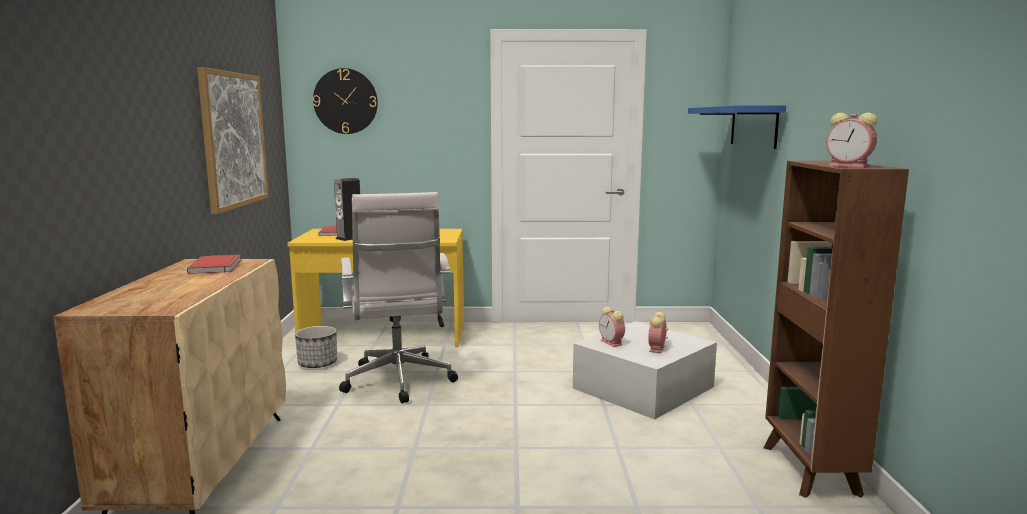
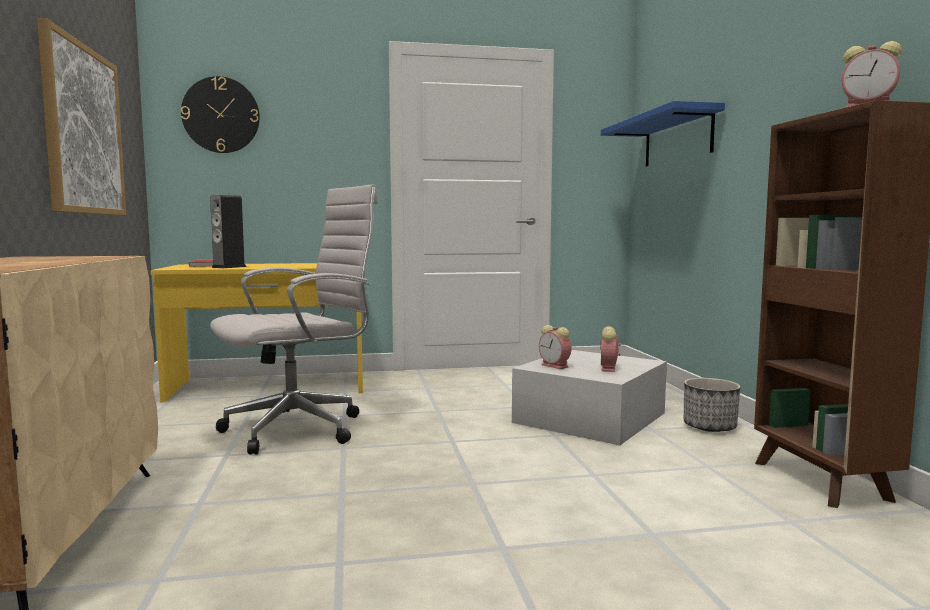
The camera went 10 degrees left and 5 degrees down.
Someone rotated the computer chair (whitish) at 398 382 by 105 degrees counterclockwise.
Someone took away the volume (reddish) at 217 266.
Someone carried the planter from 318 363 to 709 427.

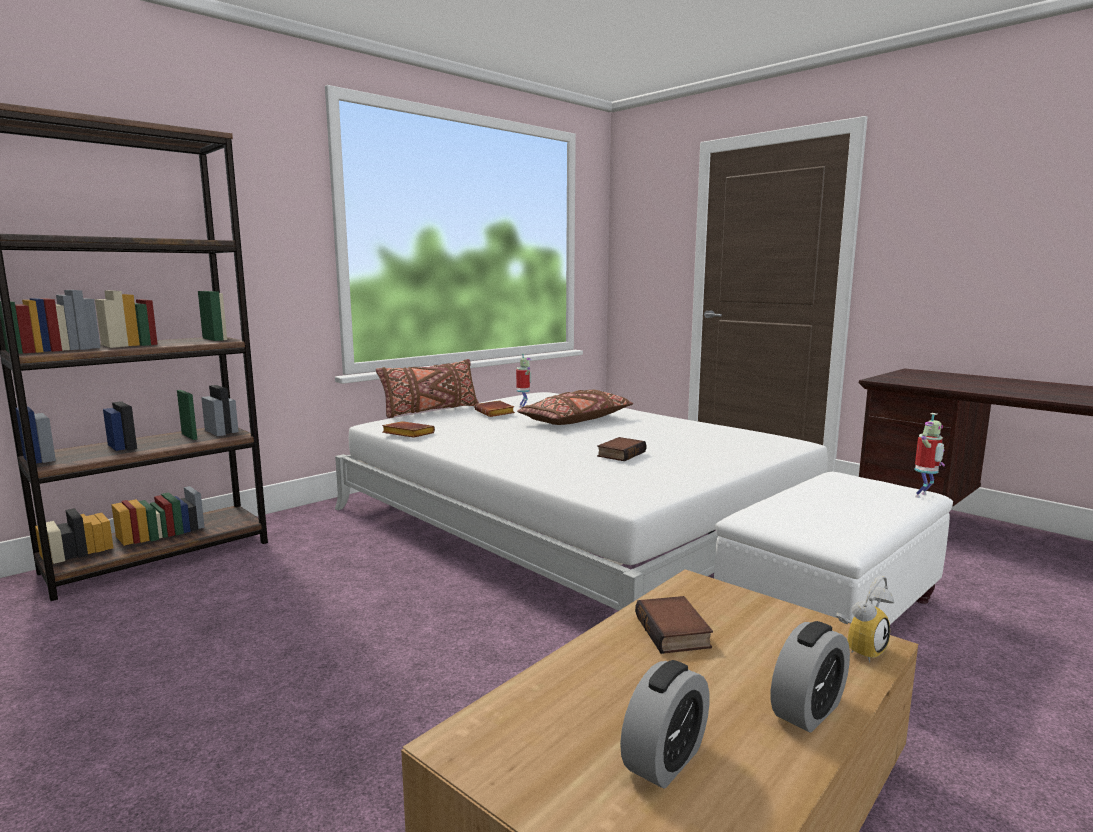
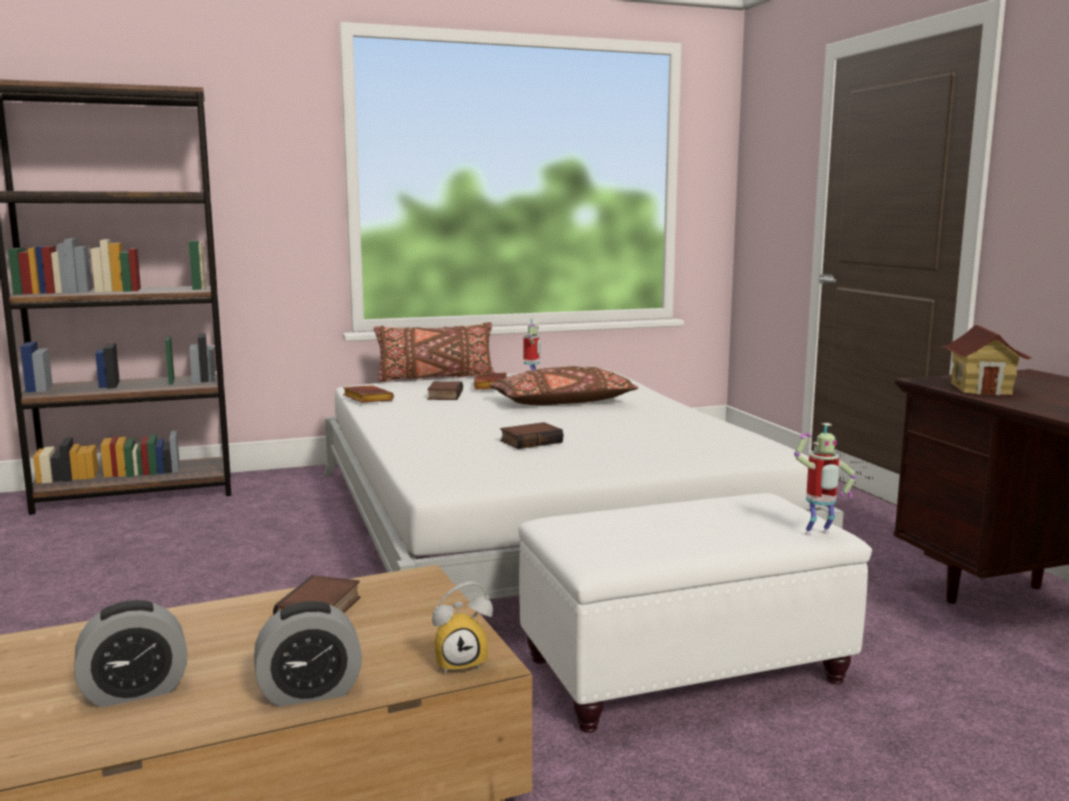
The camera went 25 degrees right and 0 degrees up.
Someone put down the model house at 981 389.
Someone put down the volume at 444 395.

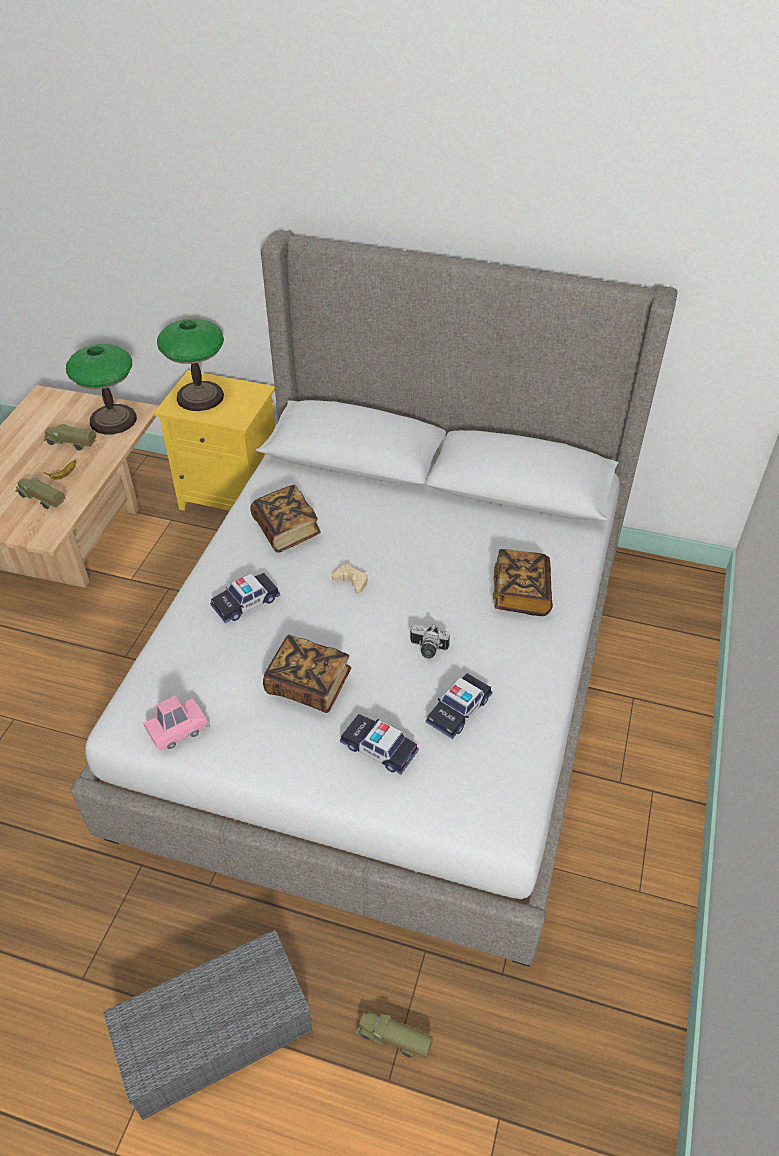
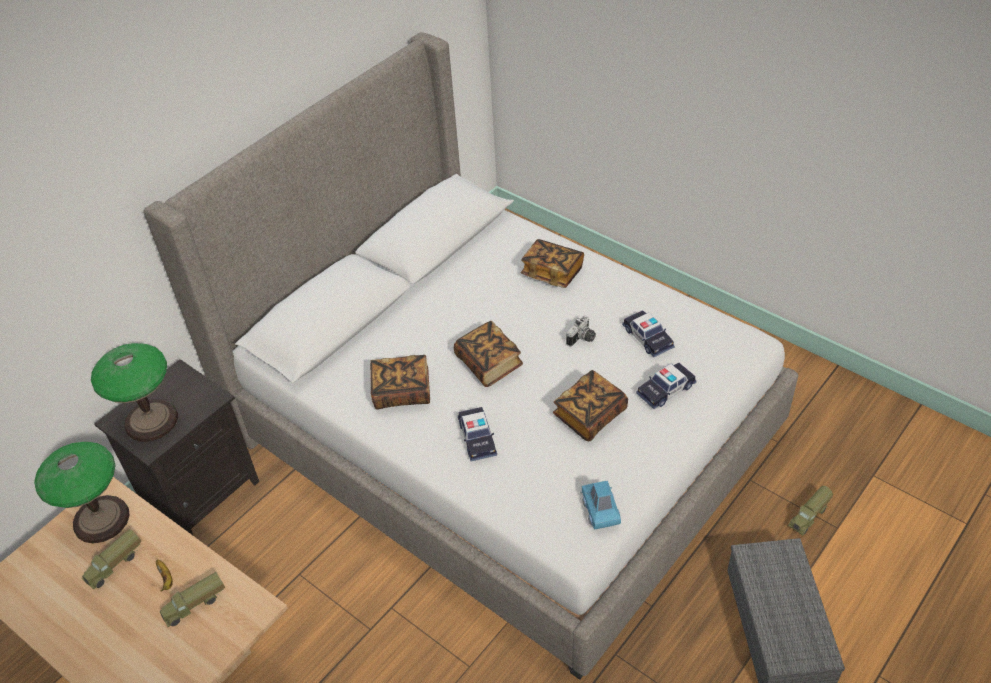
The camera went 65 degrees left and 0 degrees up.
Someone repainted the bedside table (yellow) at 233 496, which became the bedside table (black) at 201 491.
Someone swapped the gamepad (beige-coloured) at 351 581 for the volume at 489 364.
Someone repainted the miniature car (pinkish) at 178 729, which became the miniature car (bluish) at 600 509.

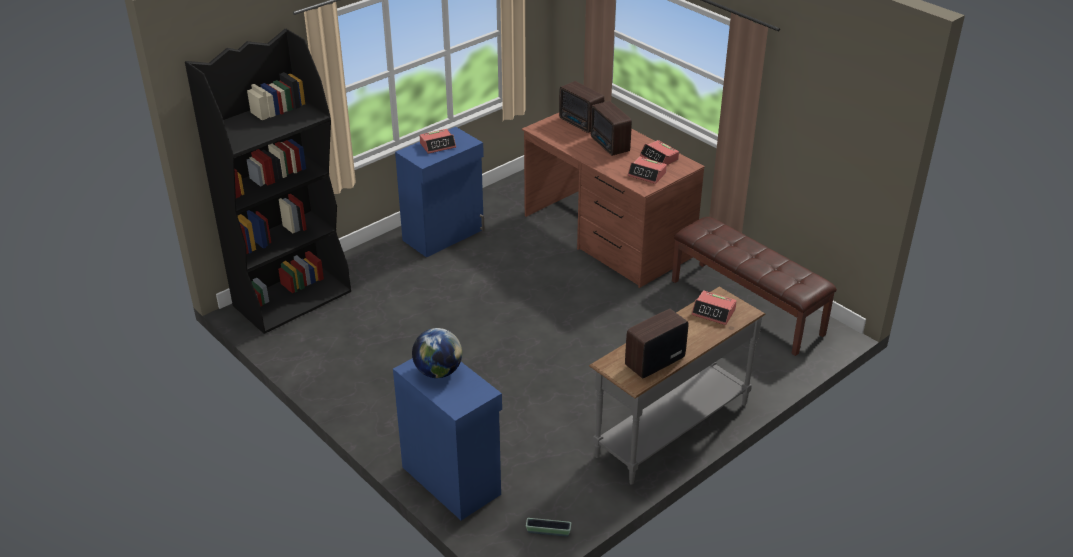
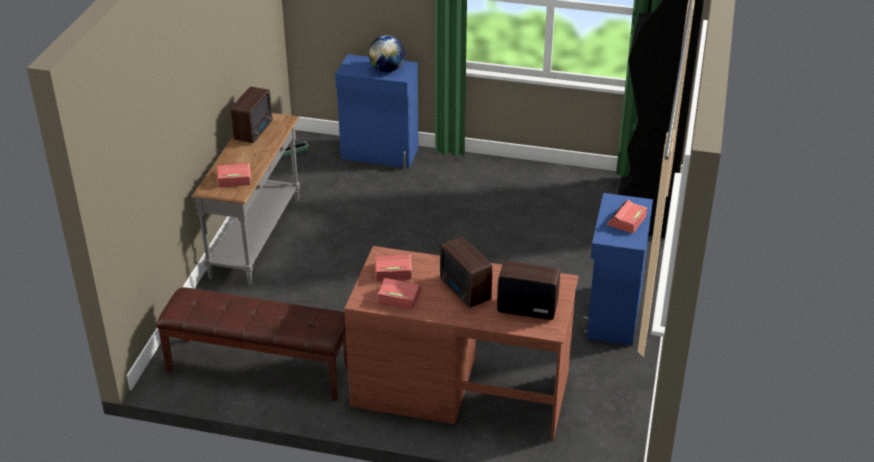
The camera went 145 degrees right and 0 degrees up.
Someone rotated the radio at 609 145 by 150 degrees counterclockwise.

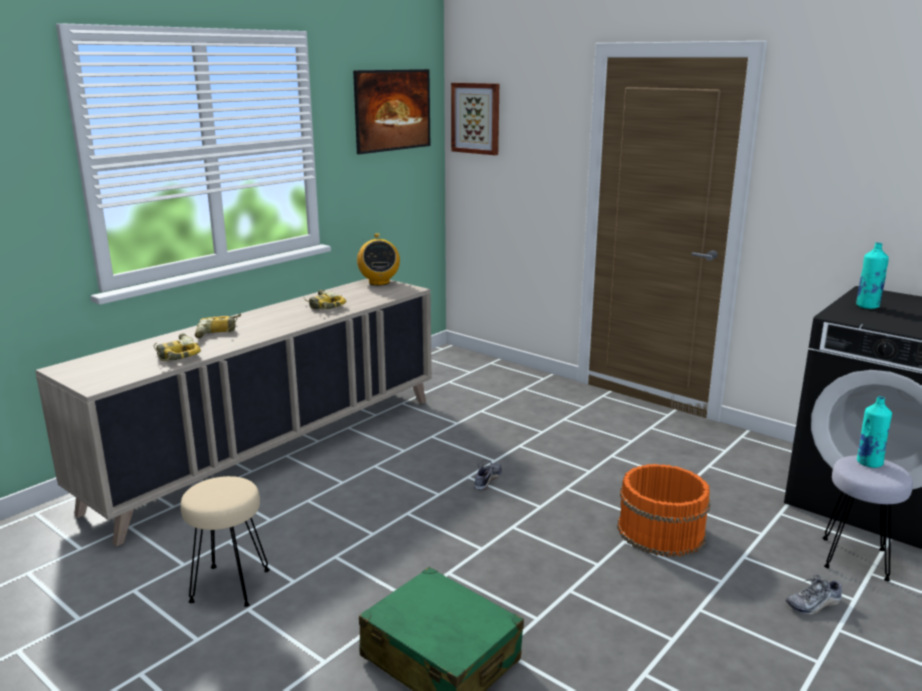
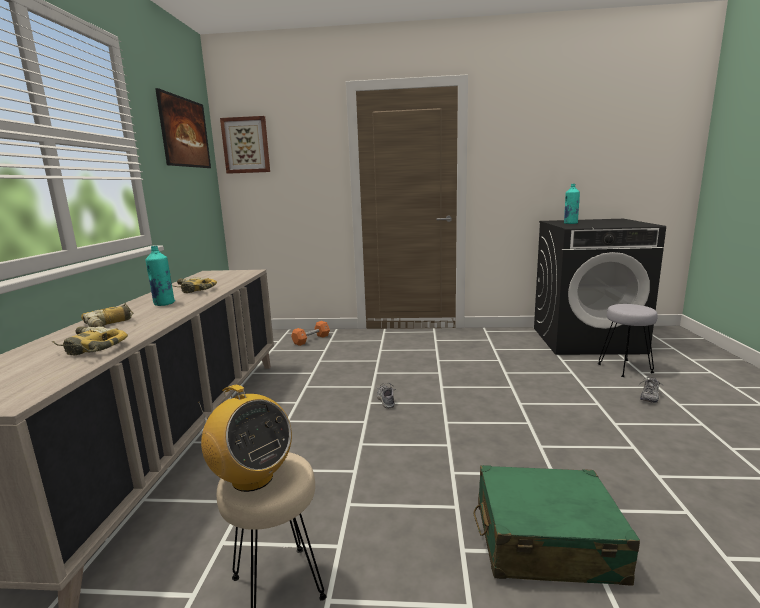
The camera went 35 degrees left and 5 degrees down.
Someone carried the radio from 379 282 to 252 478.
Someone carried the drink bottle (turquoise) from 869 463 to 164 304.
Someone took away the bucket (orangey) at 660 532.
Someone put down the dumbbell (orangey) at 311 339.

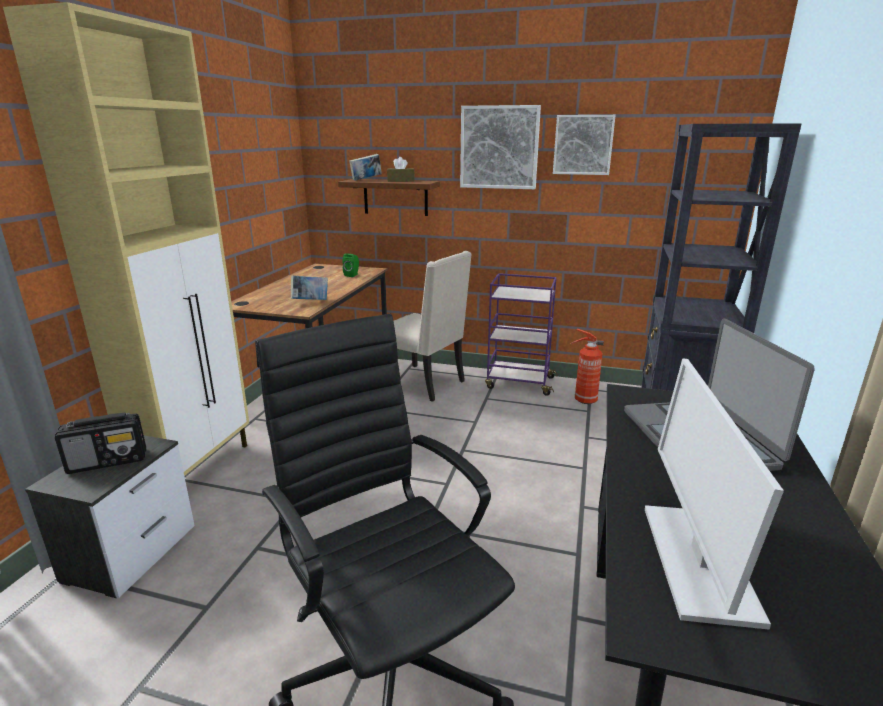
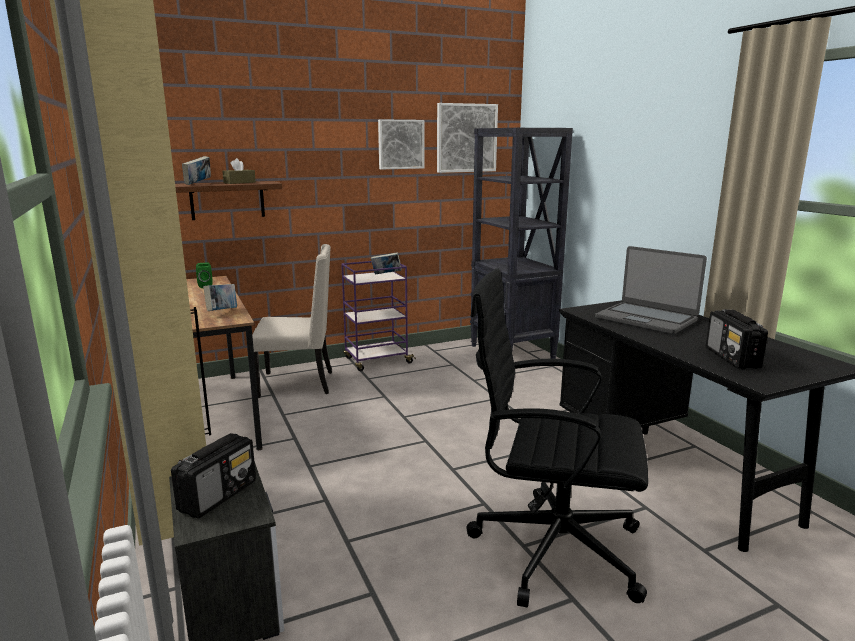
The camera went 40 degrees left and 5 degrees down.
Someone carried the wall picture from 499 147 to 466 138.
Someone took away the fire-fighting cylinder at 584 400.
Someone swapped the computer display at 696 560 for the radio at 732 358.
Someone put down the volume at 386 274.

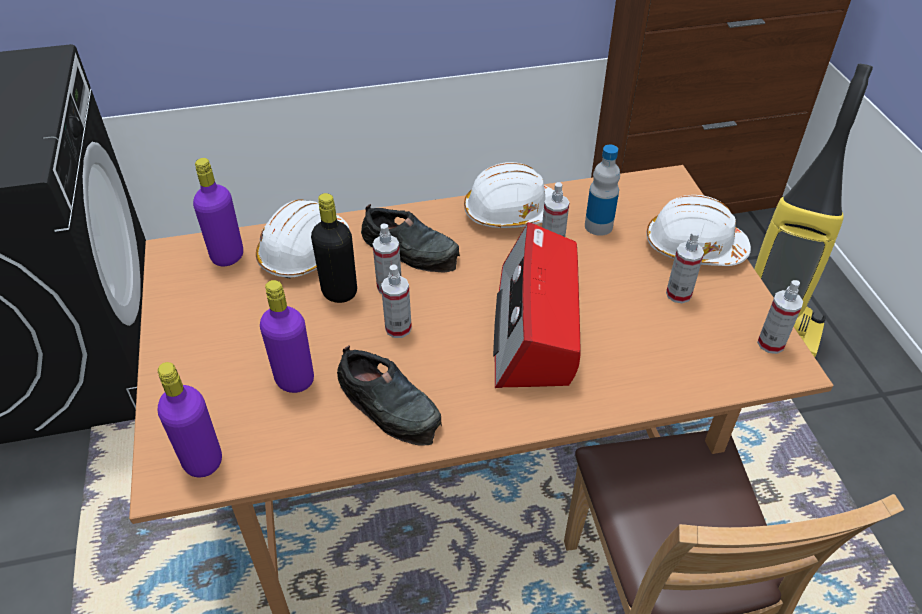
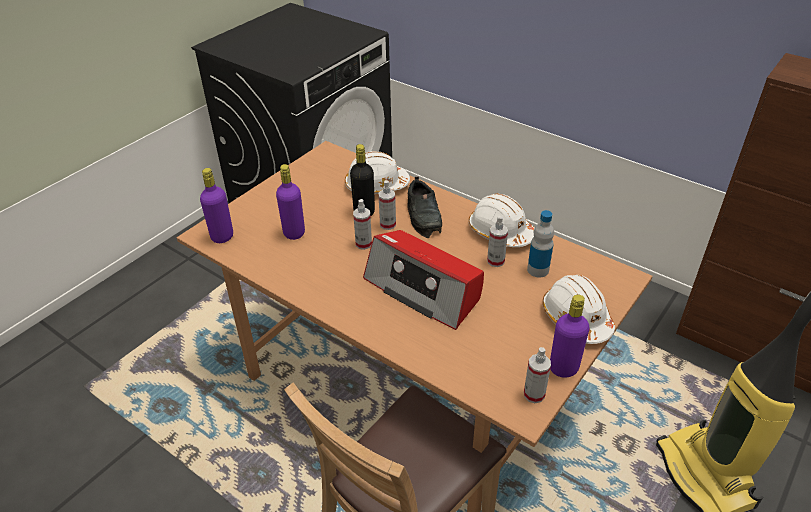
The camera went 50 degrees right and 5 degrees down.
Someone carried the drink bottle (purplish) from 227 256 to 563 368.
Someone rotated the radio at 536 326 by 105 degrees counterclockwise.
Someone took away the sprayer at 678 294.
Someone took away the item of footwear (black) at 390 404.

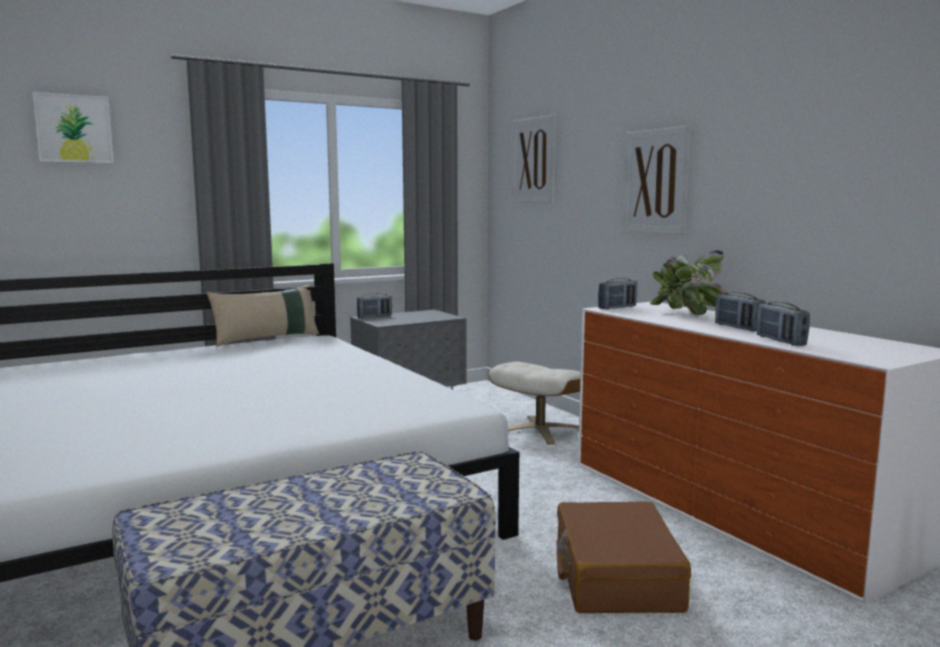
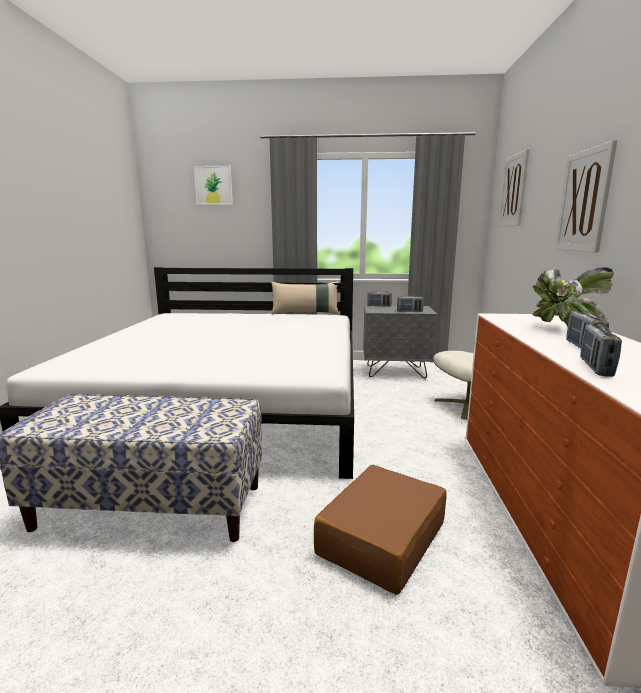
The camera went 35 degrees right and 5 degrees up.
Someone carried the radio from 617 307 to 409 311.

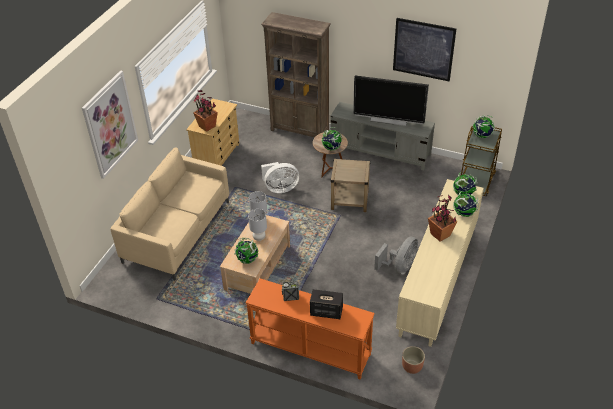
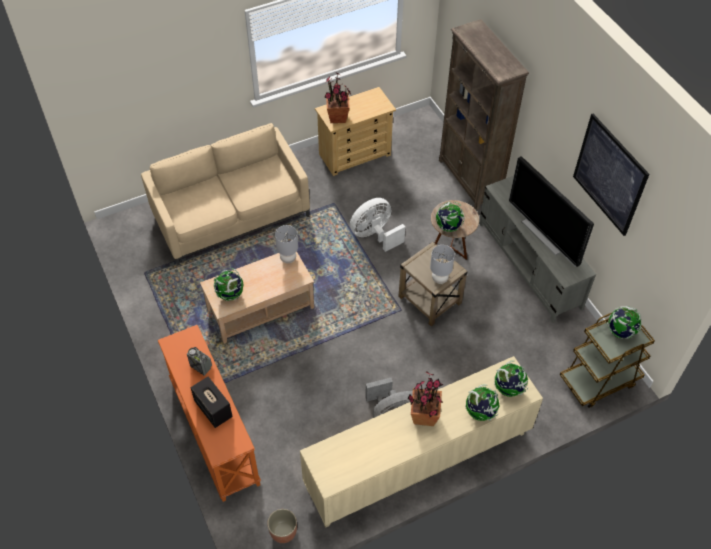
The camera went 40 degrees right and 10 degrees up.
Someone took away the wall picture at 110 124.
Someone rotated the electric fan (whitish) at 280 188 by 120 degrees clockwise.
Someone carried the table lamp (greyish) from 259 238 to 439 279.

